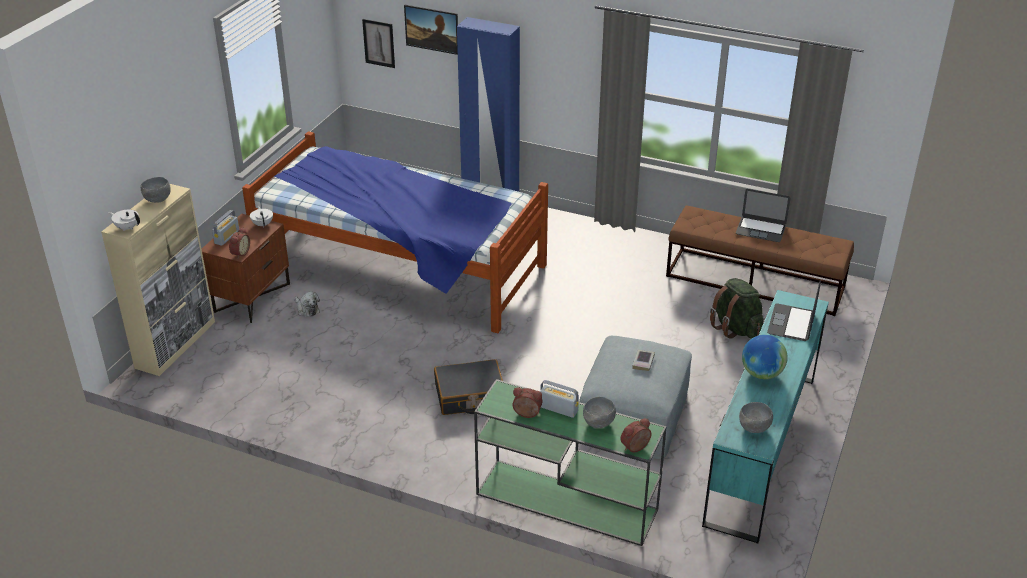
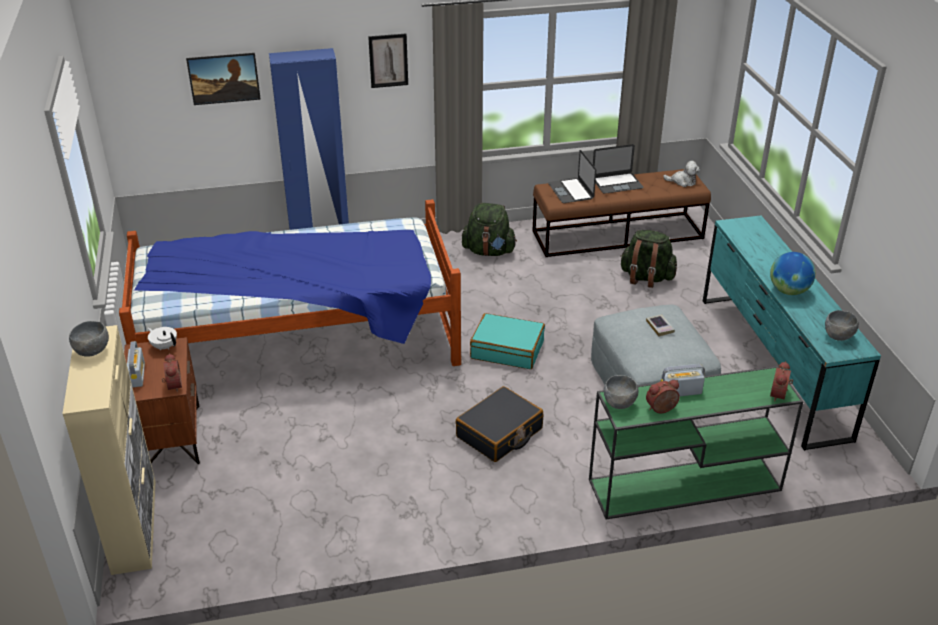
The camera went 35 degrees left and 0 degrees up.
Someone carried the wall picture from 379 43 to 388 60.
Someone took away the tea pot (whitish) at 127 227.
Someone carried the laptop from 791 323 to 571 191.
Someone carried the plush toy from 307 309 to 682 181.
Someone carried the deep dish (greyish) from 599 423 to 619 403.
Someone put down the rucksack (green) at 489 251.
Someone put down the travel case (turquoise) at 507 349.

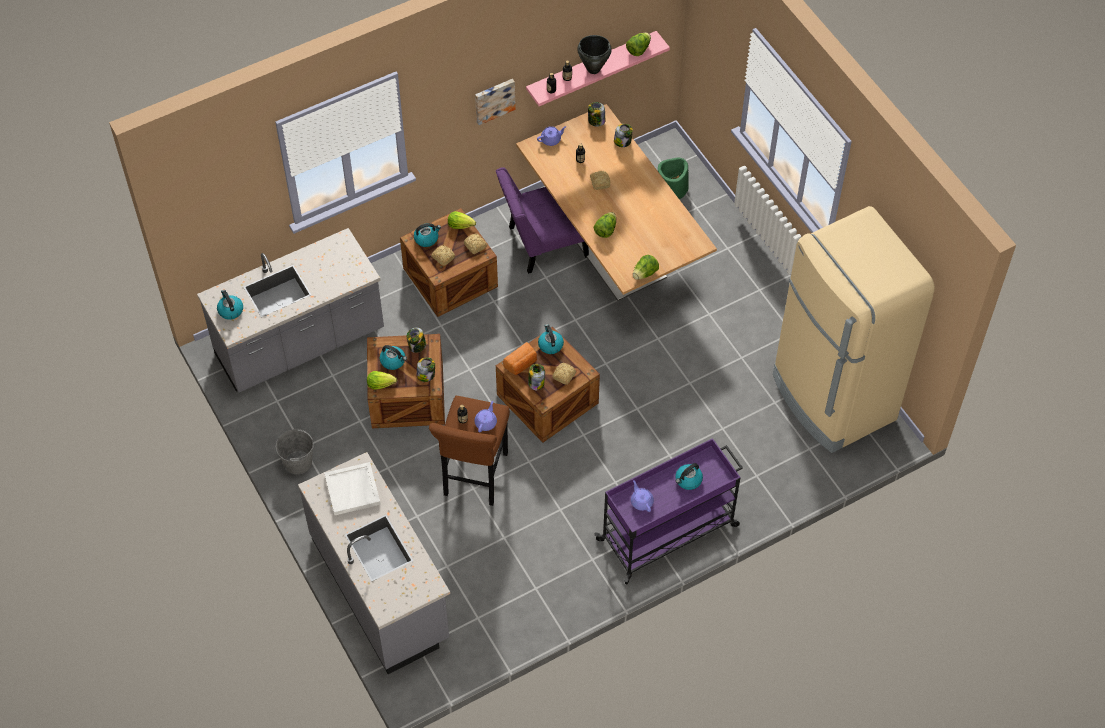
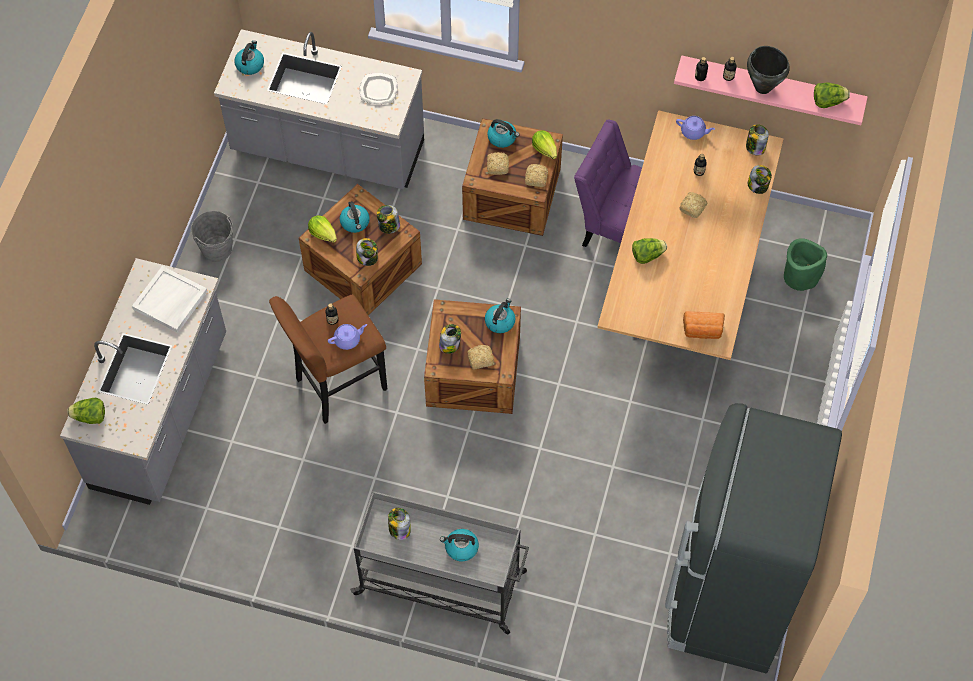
The camera went 45 degrees right and 5 degrees up.
Someone took away the wall picture at 494 100.
Someone repainted the refrigerator (beige-coloured) at 832 398, which became the refrigerator (black) at 728 598.
Someone carried the lettuce head from 645 273 to 90 417.
Someone carried the bread from 521 364 to 702 331.
Someone repainted the trolley (purplish) at 669 532, which became the trolley (greyish) at 442 583.
Someone swapped the tea pot (purplish) at 641 501 for the jar at 399 529.
Someone put down the flat dish at 379 89.

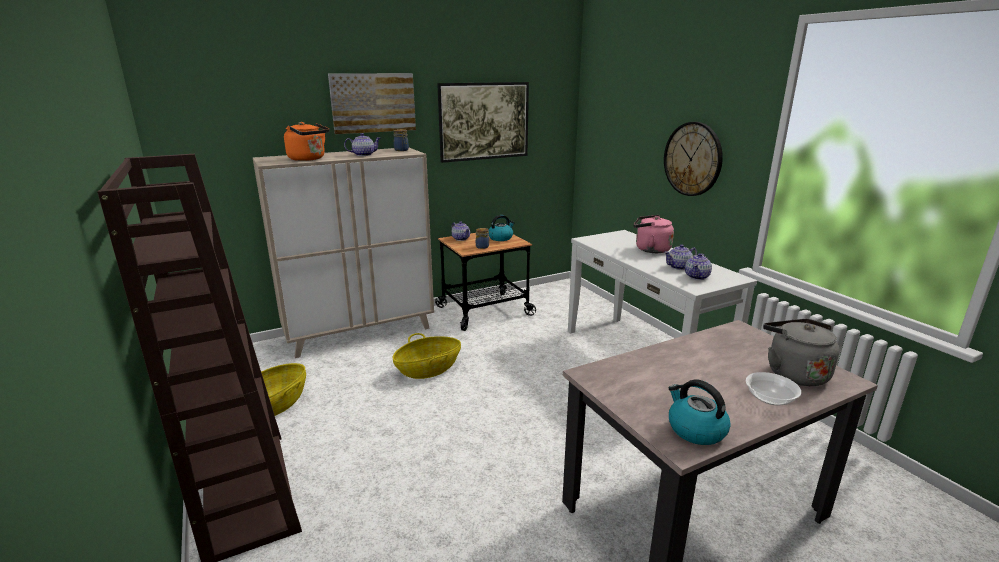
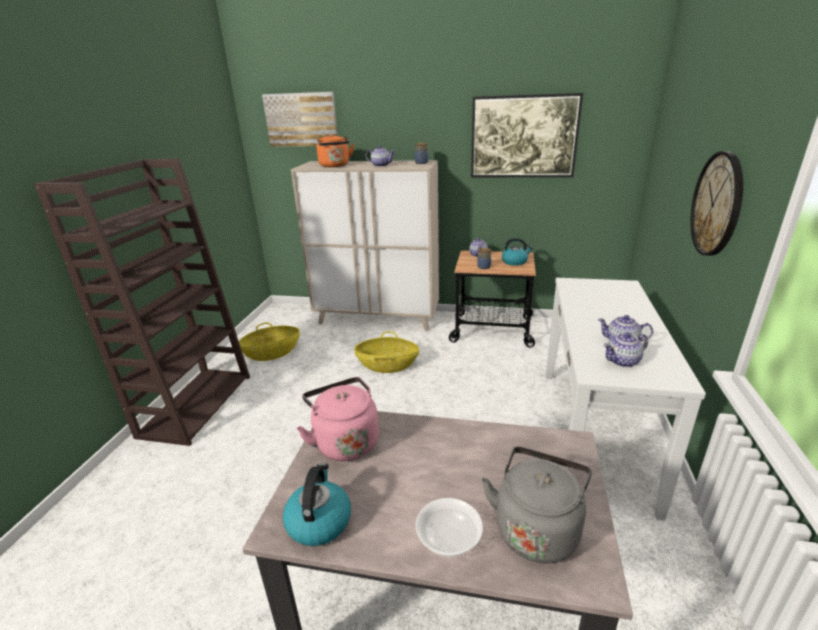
The camera went 40 degrees right and 5 degrees up.
Someone carried the wall picture from 373 103 to 301 119.
Someone carried the tea kettle (pinkish) from 650 249 to 344 441.

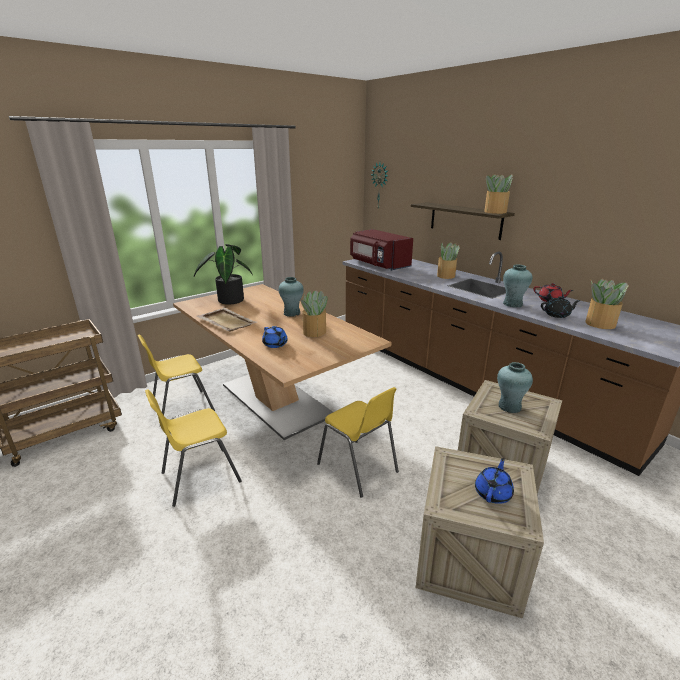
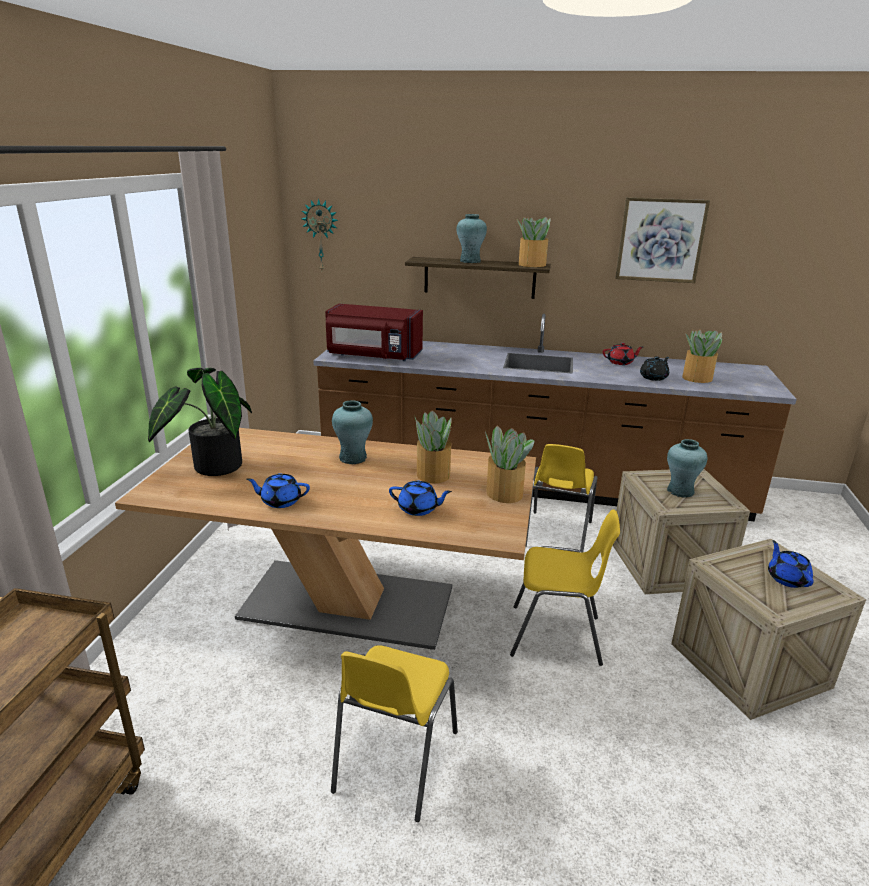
The camera went 40 degrees left and 0 degrees up.
Someone carried the houseplant from 446 276 to 504 493.
Someone carried the decorative vase (turquoise) from 512 304 to 470 261.
Someone swapped the carrying tray (beige-coloured) at 226 321 for the tea pot (bluish) at 280 501.
Someone carried the chair (yellow) from 181 408 to 556 534.
Someone put up the wall picture at 660 240.

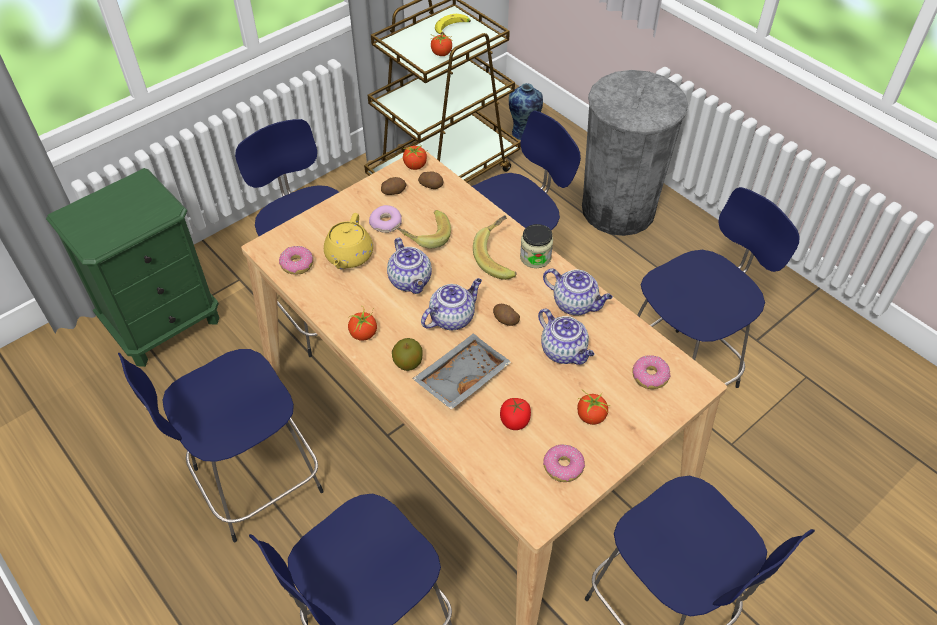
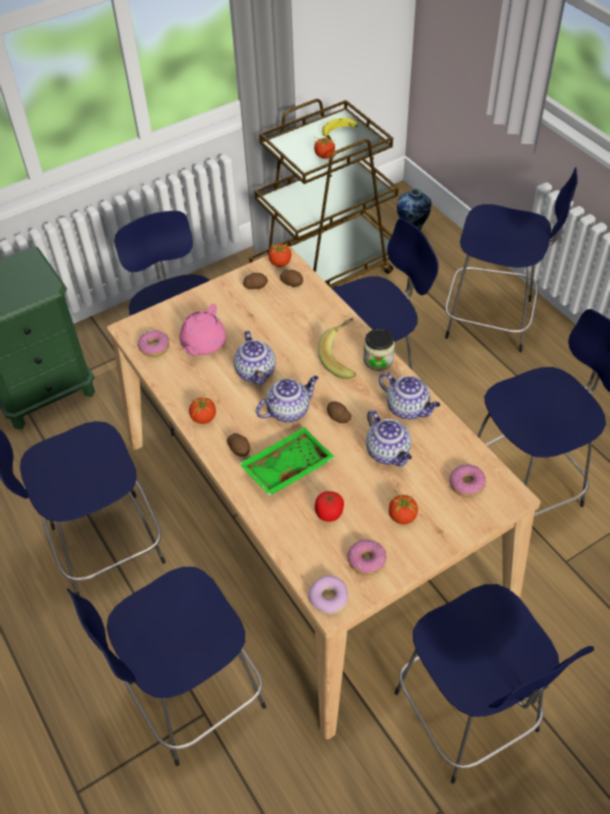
The camera went 10 degrees right and 0 degrees up.
Someone swapped the waste bin (greyish) at 618 209 for the stool (bluish) at 493 320.
Someone carried the doughnut from 386 223 to 329 598.
Someone took away the banana fruit at 424 237.
Someone repainted the tea pot (yellow) at 349 256, which became the tea pot (pinkish) at 203 344.
Someone repainted the carrying tray (greyish) at 461 377, which became the carrying tray (green) at 286 467.
Someone swapped the whole apple at 408 363 for the whole potato at 239 449.

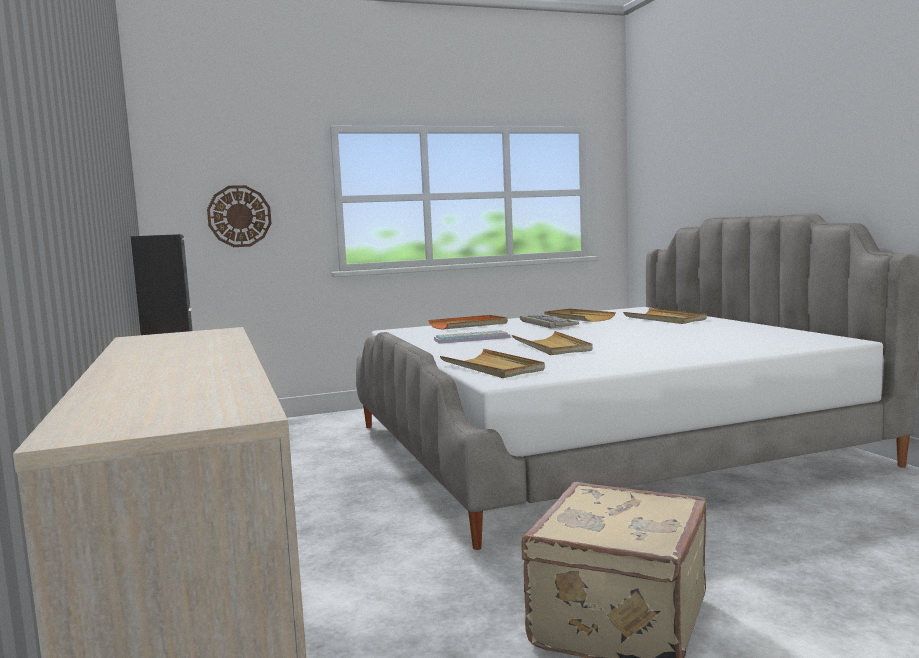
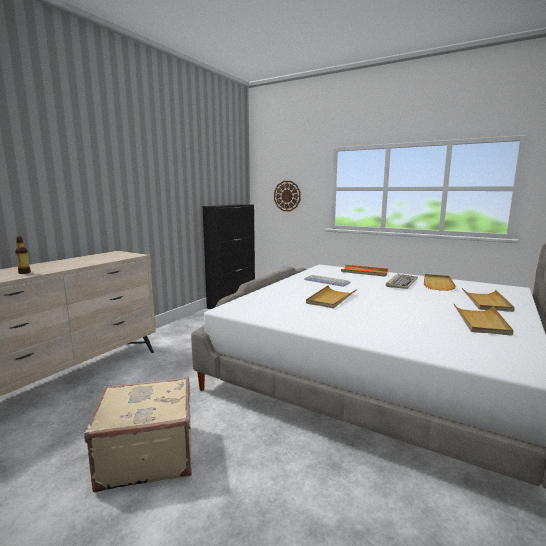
The camera went 50 degrees right and 5 degrees up.
Someone carried the carrying tray (beige-coloured) from 492 368 to 481 321.
Someone put down the drink bottle at 24 273.

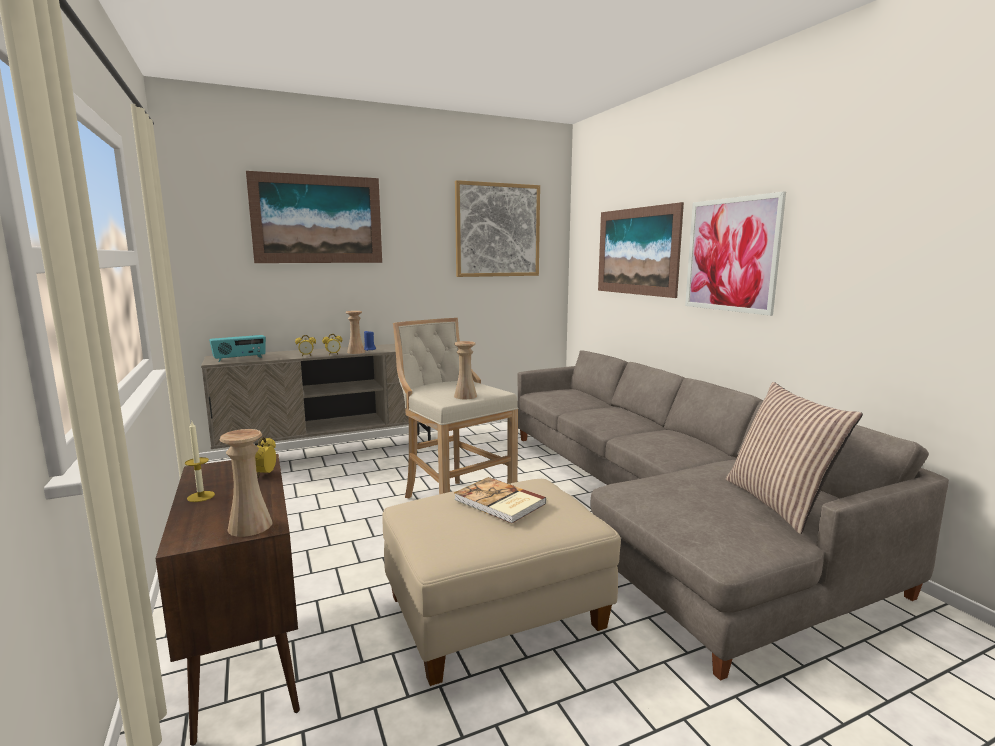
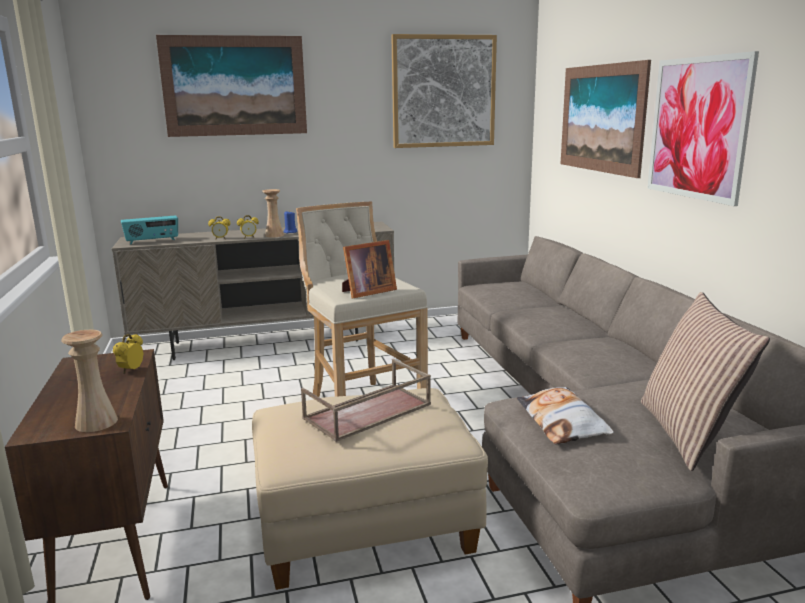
The camera went 10 degrees right and 5 degrees up.
Someone swapped the decorative vase (beige-coloured) at 465 396 for the photo frame at 367 292.
Someone took away the wax light at 201 496.
Someone swapped the volume at 499 502 for the carrying tray (brownish) at 367 412.
Someone put down the pillow at 562 422.

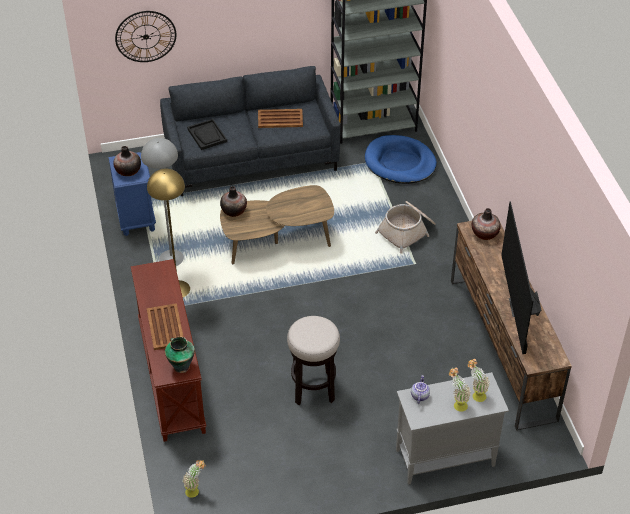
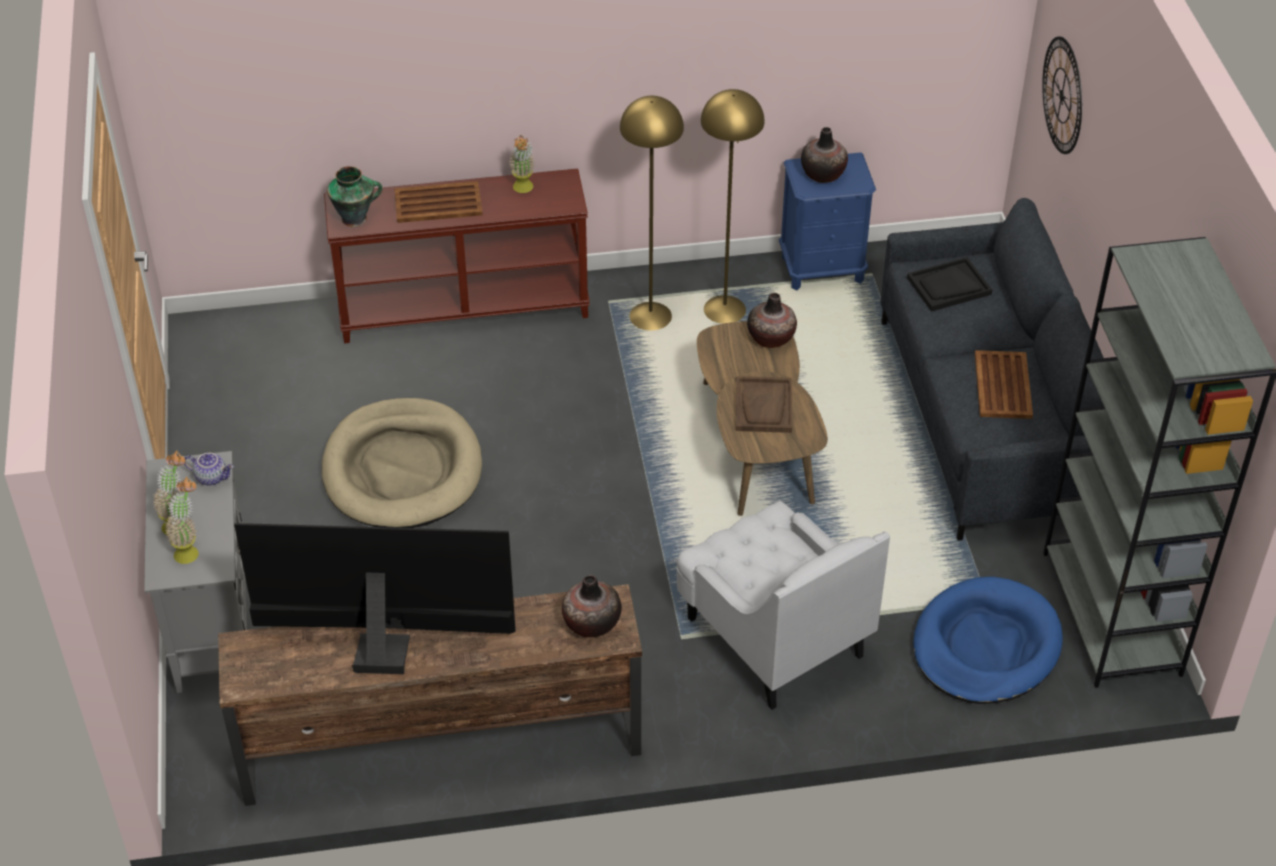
The camera went 95 degrees right and 0 degrees up.
Someone repainted the standing lamp (greyish) at 171 258, which became the standing lamp (yellow) at 725 309.
Someone swapped the storage basket at 407 231 for the armchair (whitish) at 773 635.
Someone swapped the stool at 313 388 for the dog cushion (beige-coloured) at 402 469.
Someone carried the houseplant from 195 491 to 523 190.
Someone put down the carrying tray (brownish) at 764 406.

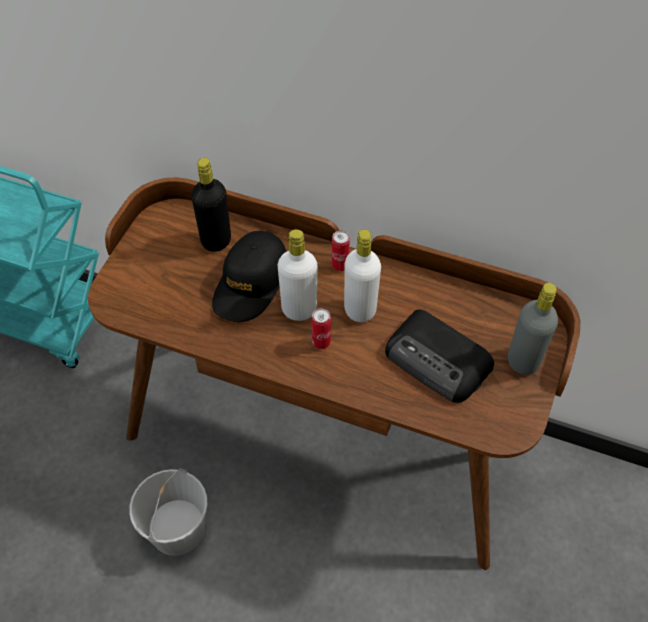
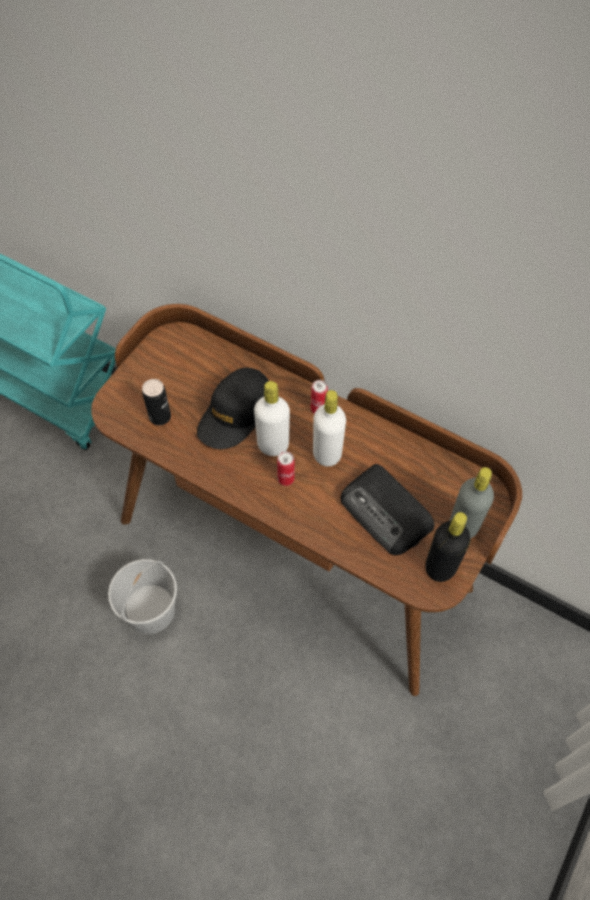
The camera went 10 degrees right and 5 degrees up.
Someone carried the drink bottle (black) from 216 240 to 440 567.
Someone put down the sealed can at 160 416.

